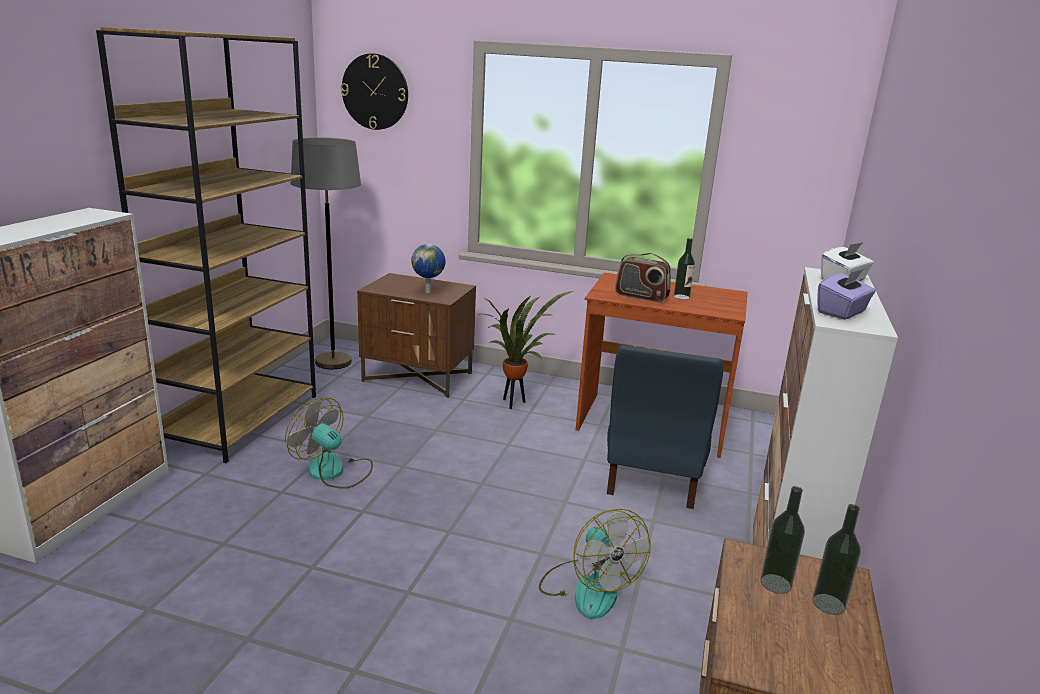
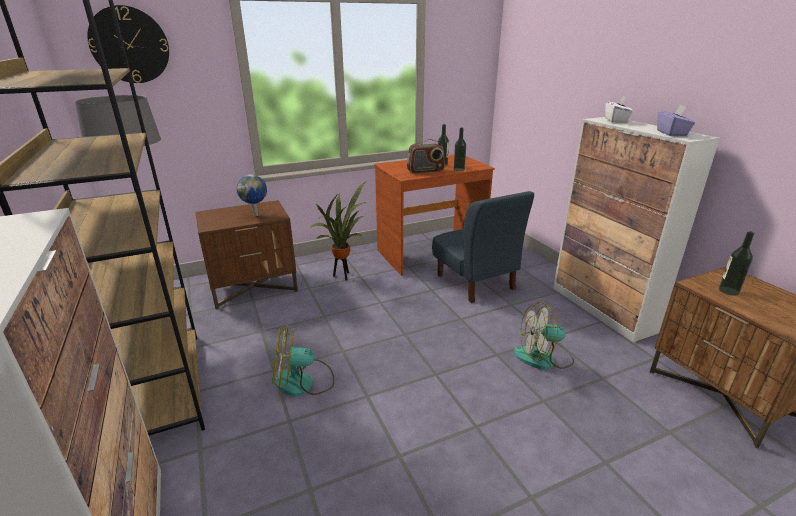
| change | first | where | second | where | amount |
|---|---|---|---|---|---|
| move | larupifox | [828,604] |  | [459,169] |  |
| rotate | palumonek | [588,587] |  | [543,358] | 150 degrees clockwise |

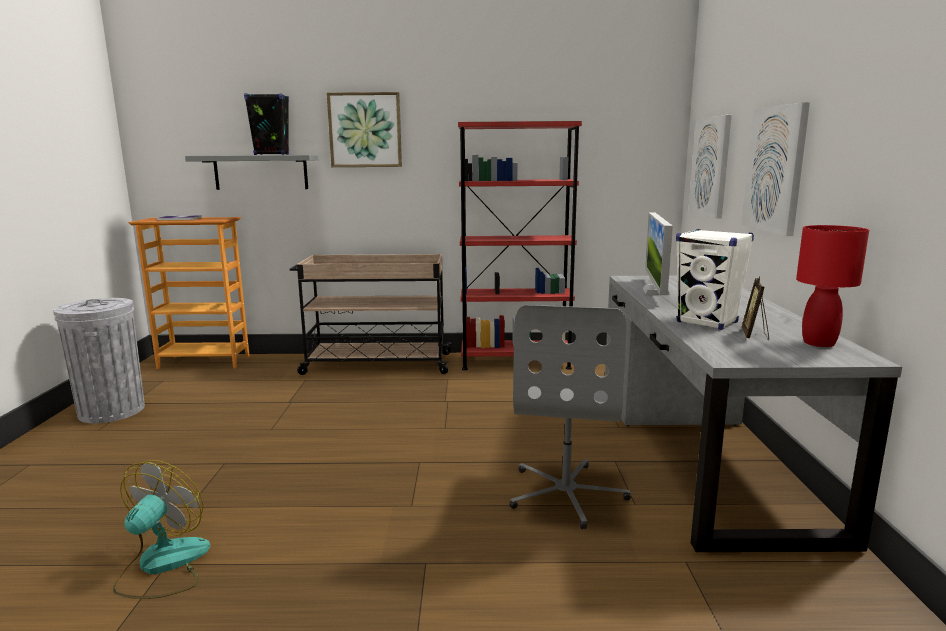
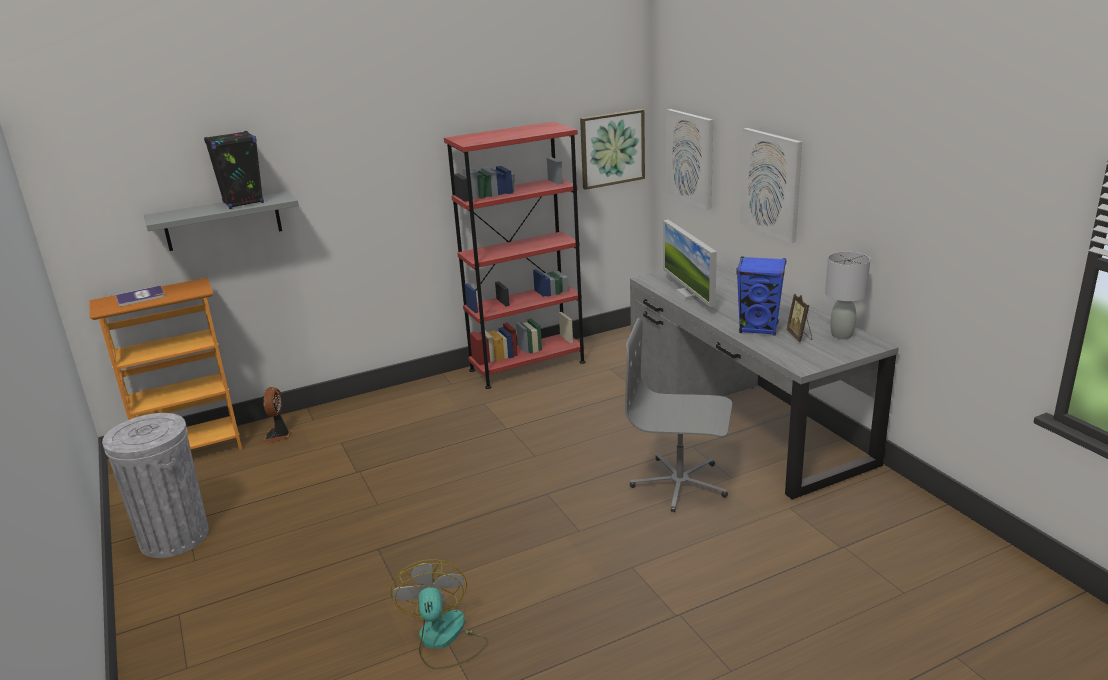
| change | first | where | second | where | amount |
|---|---|---|---|---|---|
| move | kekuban | [365,130] |  | [612,148] |  |
| recolor | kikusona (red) | [819,343] | kikusona (grey) | [842,335] |  |
| recolor | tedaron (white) | [707,322] | tedaron (blue) | [759,328] |  |
| delete | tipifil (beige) | [375,364] |  |  |  |
| rotate | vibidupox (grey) | [566,493] |  | [680,484] | 120 degrees clockwise |
| insert |  |  | palumonek | [278,436] |  |

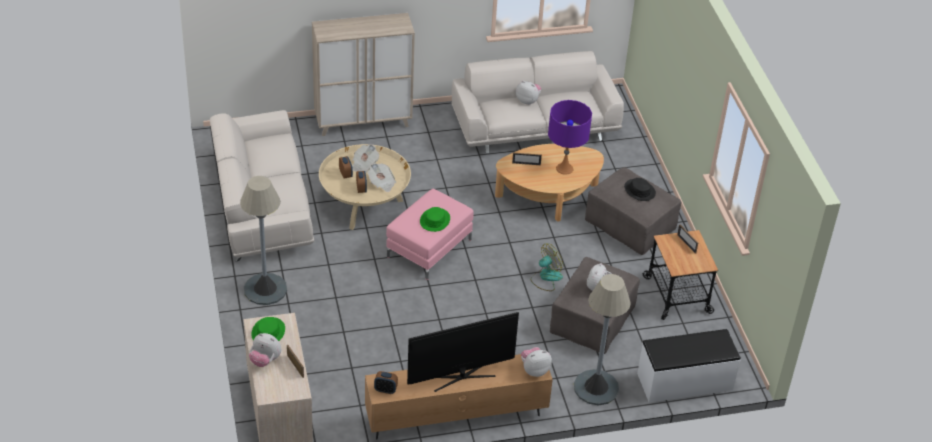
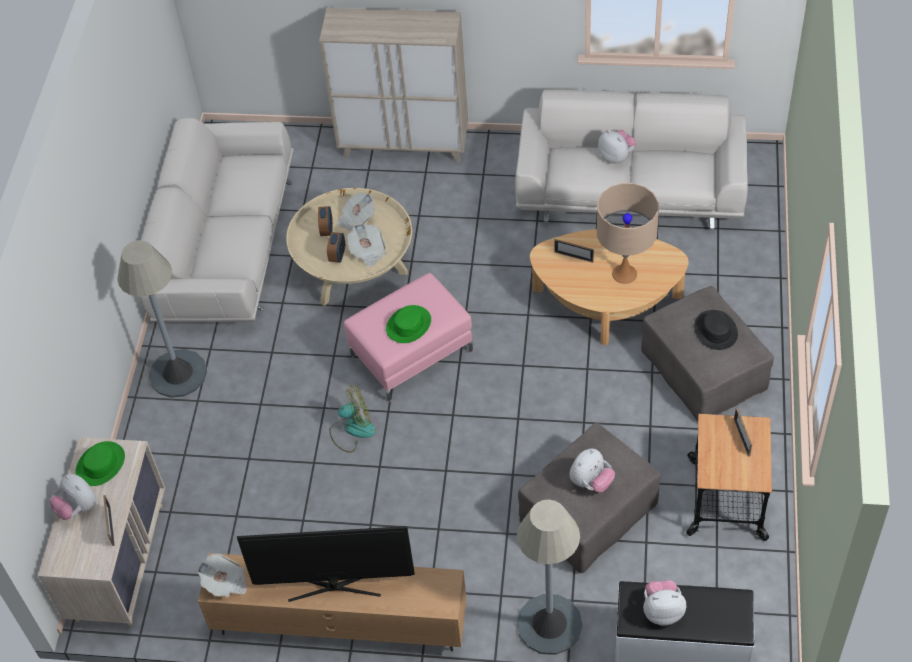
| change | first | where | second | where | amount |
|---|---|---|---|---|---|
| recolor | kikusona (purple) | [564,168] | kikusona (beige) | [624,274] |  |
| move | palumonek | [546,277] |  | [352,430] |  |
| move | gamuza | [534,370] |  | [662,611] |  |
| replace | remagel | [385,390] | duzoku | [225,583] |  |

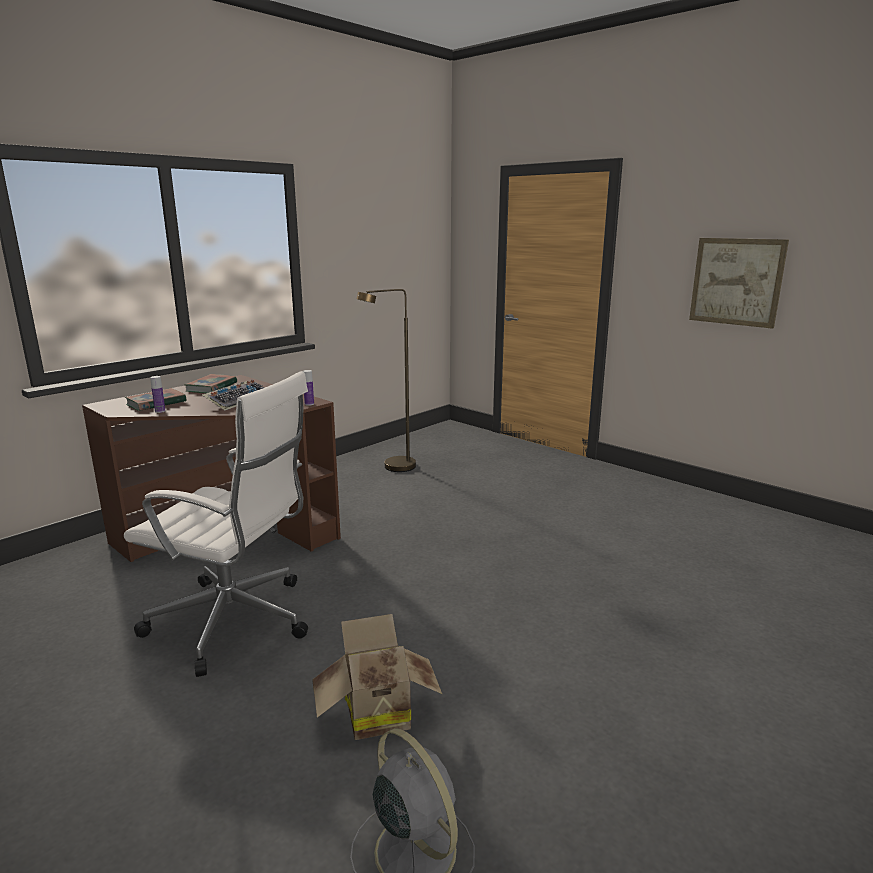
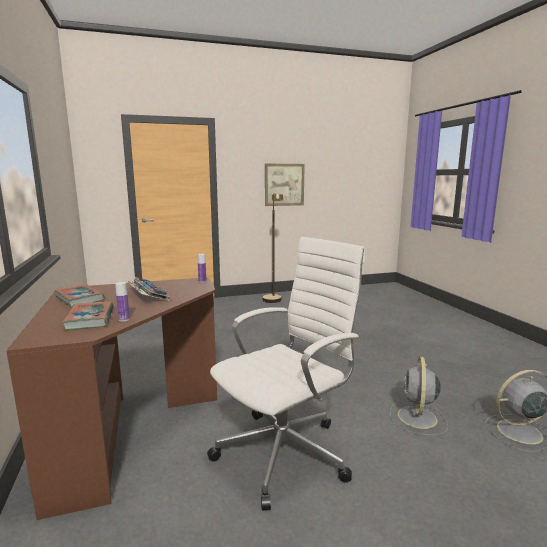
| change | first | where | second | where | amount |
|---|---|---|---|---|---|
| move | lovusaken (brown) | [393,468] |  | [273,301] |  |
| replace | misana | [375,712] | palumonek (grey) | [417,418] |  |

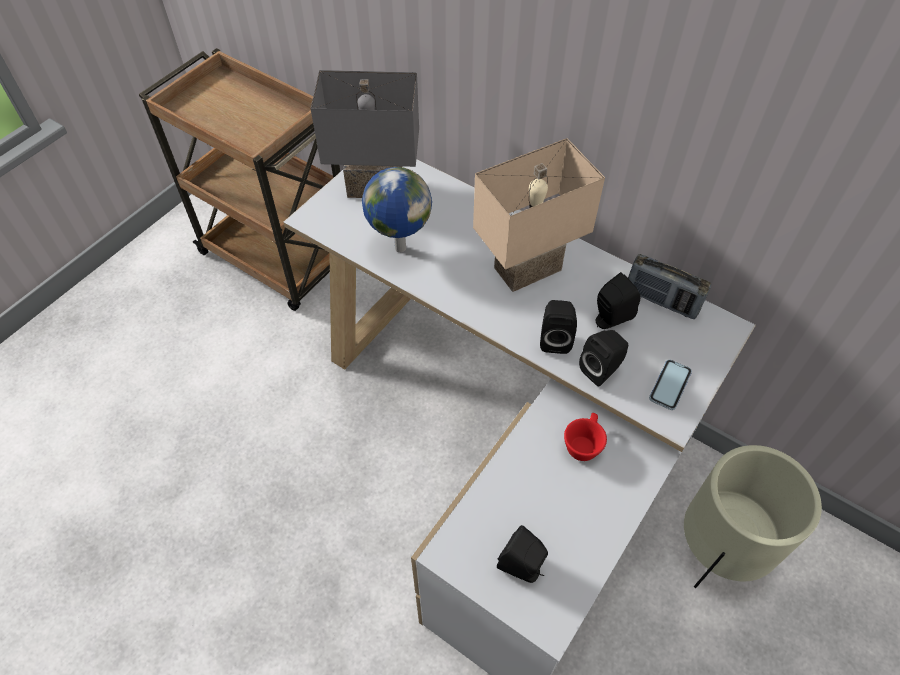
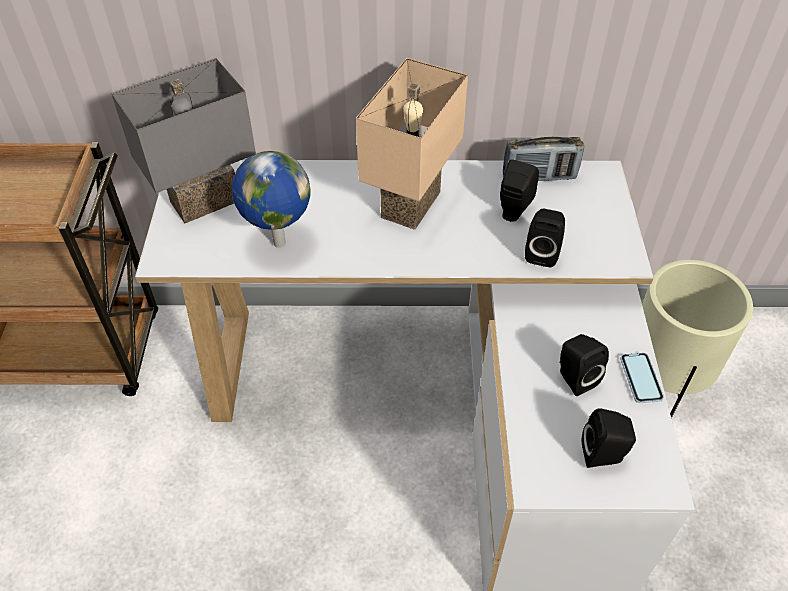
| change | first | where | second | where | amount |
|---|---|---|---|---|---|
| move | tedaron (black) | [555,339] |  | [574,378] |  |
| move | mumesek | [670,385] |  | [640,379] |  |
| delete | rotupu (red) | [583,443] |  |  |  |

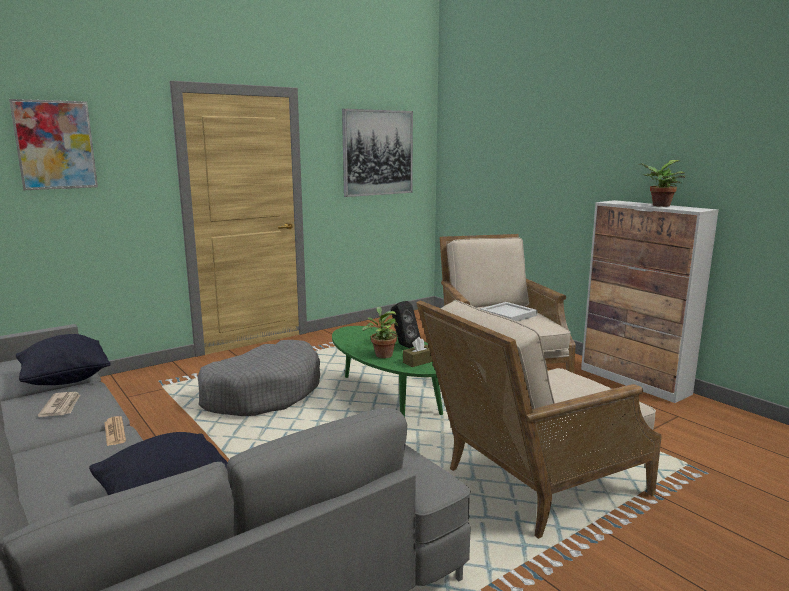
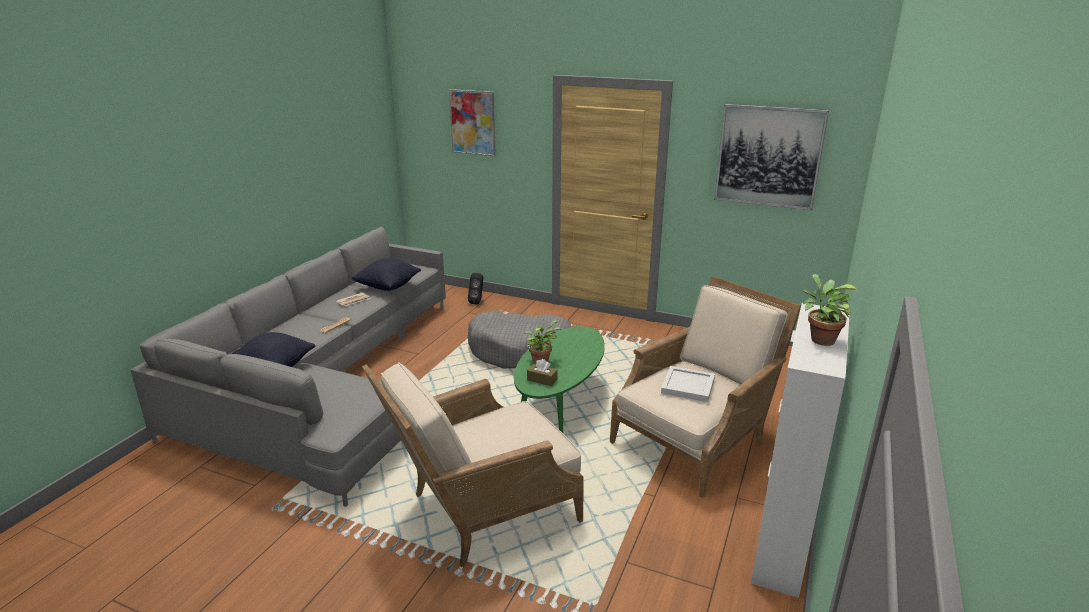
| change | first | where | second | where | amount |
|---|---|---|---|---|---|
| rotate | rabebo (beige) | [532,485] |  | [481,511] | 60 degrees counterclockwise |
| move | tedaron (black) | [403,345] |  | [477,301] |  |

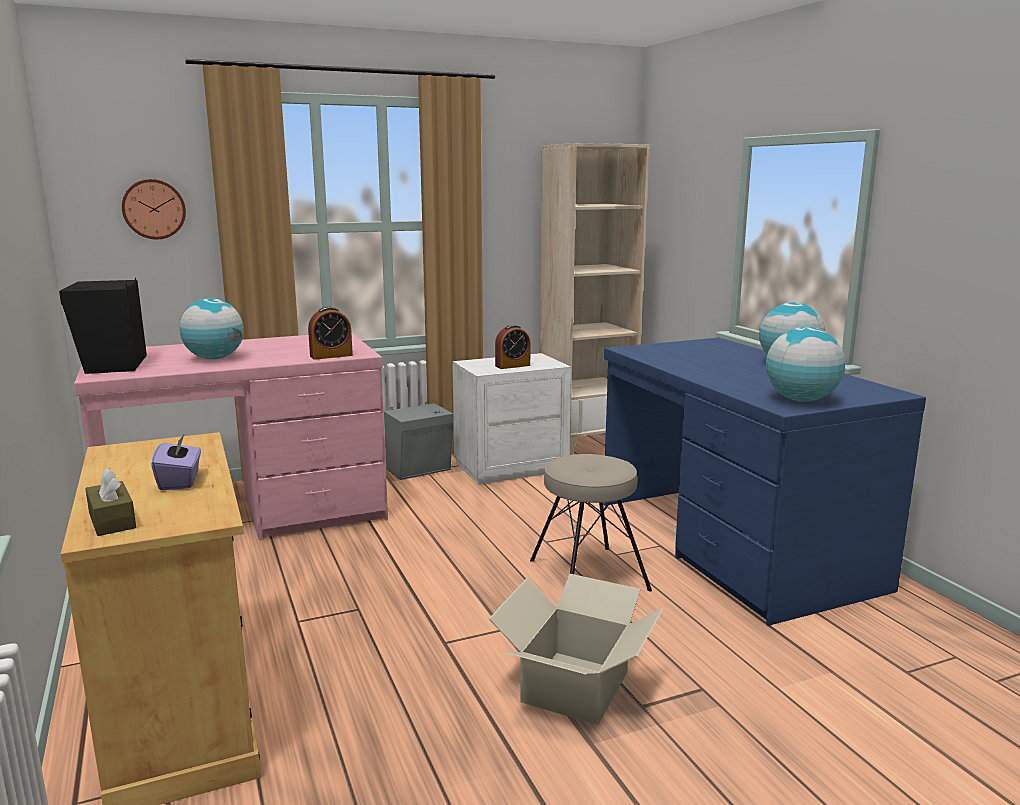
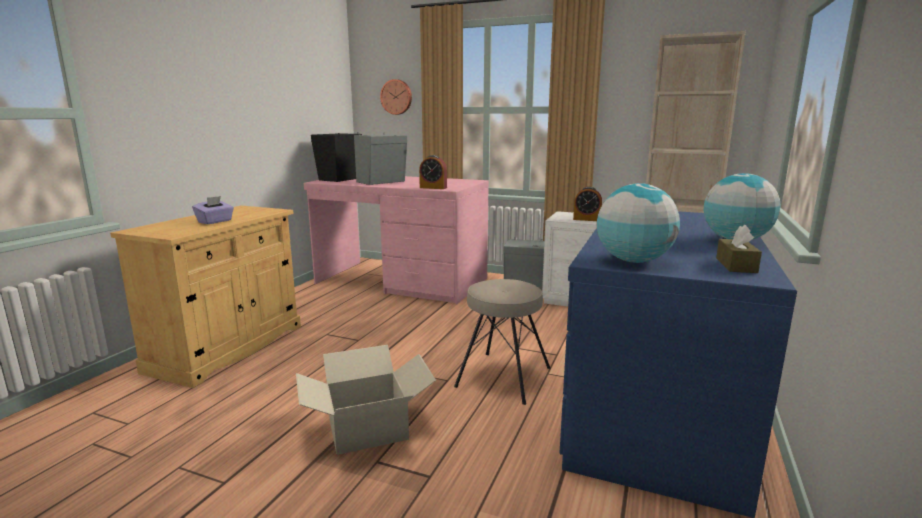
| change | first | where | second | where | amount |
|---|---|---|---|---|---|
| replace | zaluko | [214,358] | tedaron (grey) | [382,182] |  |
| move | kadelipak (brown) | [112,520] |  | [736,265] |  |

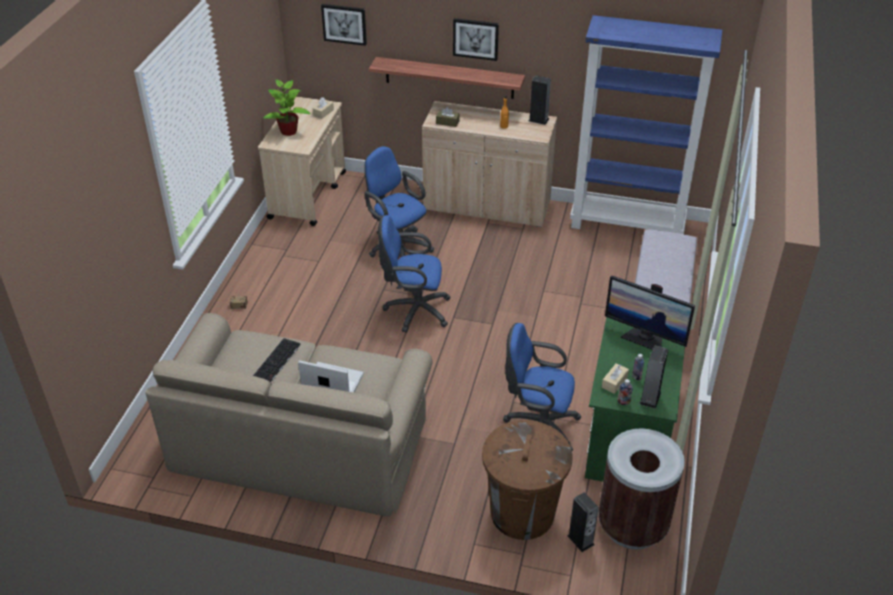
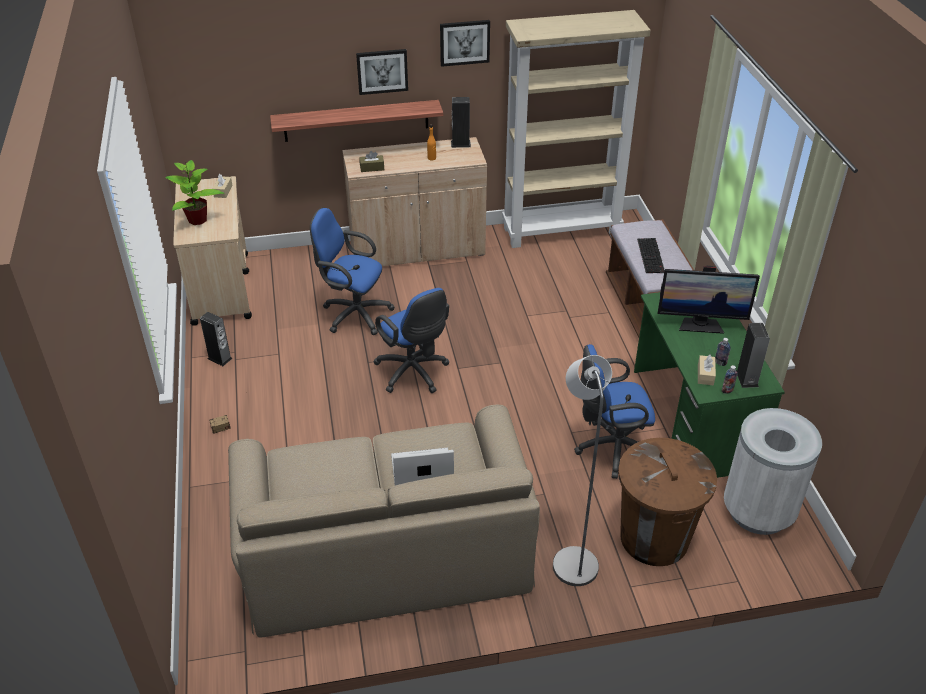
| change | first | where | second | where | amount |
|---|---|---|---|---|---|
| move | kekuban | [344,24] |  | [464,42] |  |
| recolor | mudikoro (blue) | [628,224] | mudikoro (beige) | [562,230] |  |
| rotate | vibidupox (blue) | [414,310] |  | [414,374] | 105 degrees counterclockwise |
| move | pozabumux | [276,362] |  | [651,256] |  |
| recolor | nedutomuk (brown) | [632,526] | nedutomuk (white) | [758,511] |  |
| move | tedaron | [580,540] |  | [219,358] |  |
| insert |  |  | lovusaken (grey) | [572,559] |  |

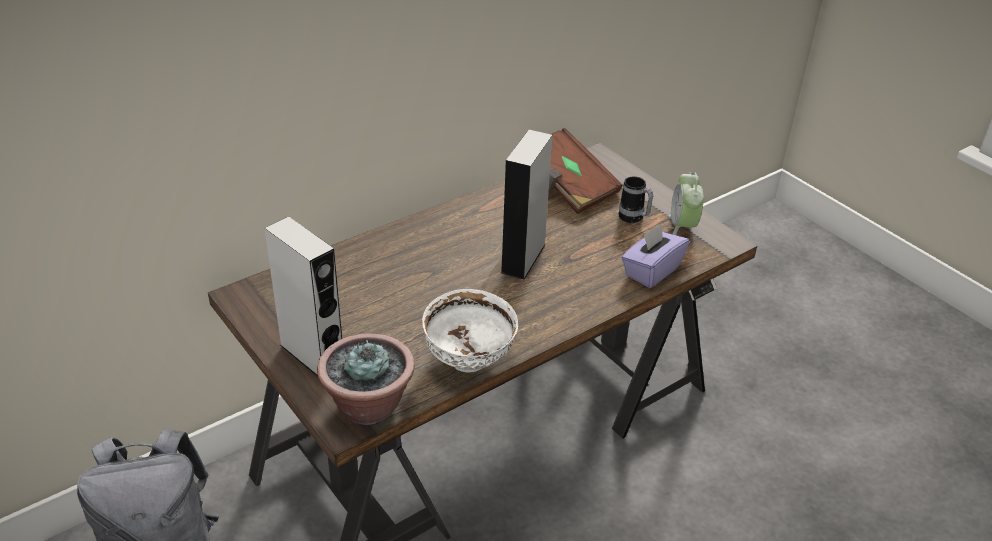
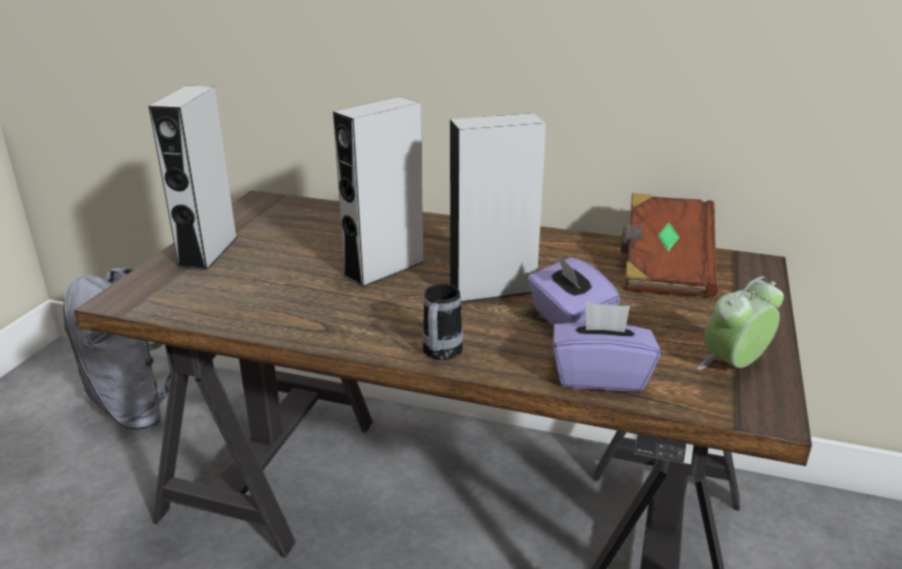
| change | first | where | second | where | amount |
|---|---|---|---|---|---|
| move | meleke | [634,219] |  | [440,354] |  |
| delete | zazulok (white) | [470,360] |  |  |  |
| delete | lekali | [368,406] |  |  |  |
| insert |  |  | tedaron (grey) | [384,269] |  |
| insert |  |  | kadelipak (purple) | [568,321] |  |

